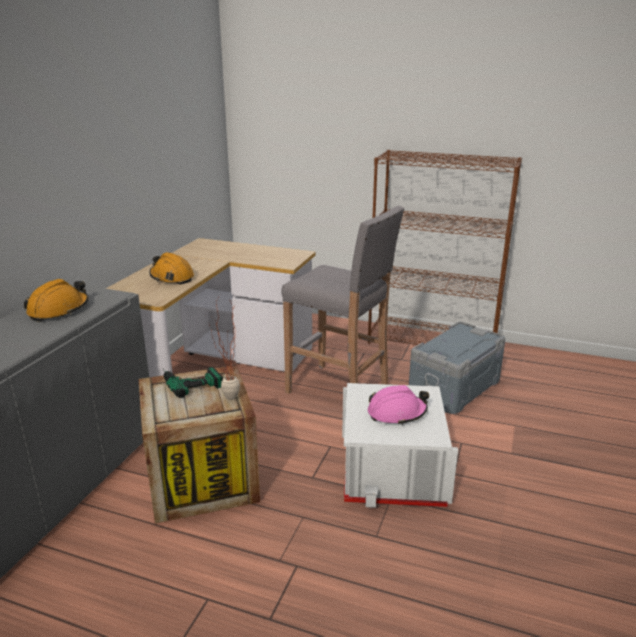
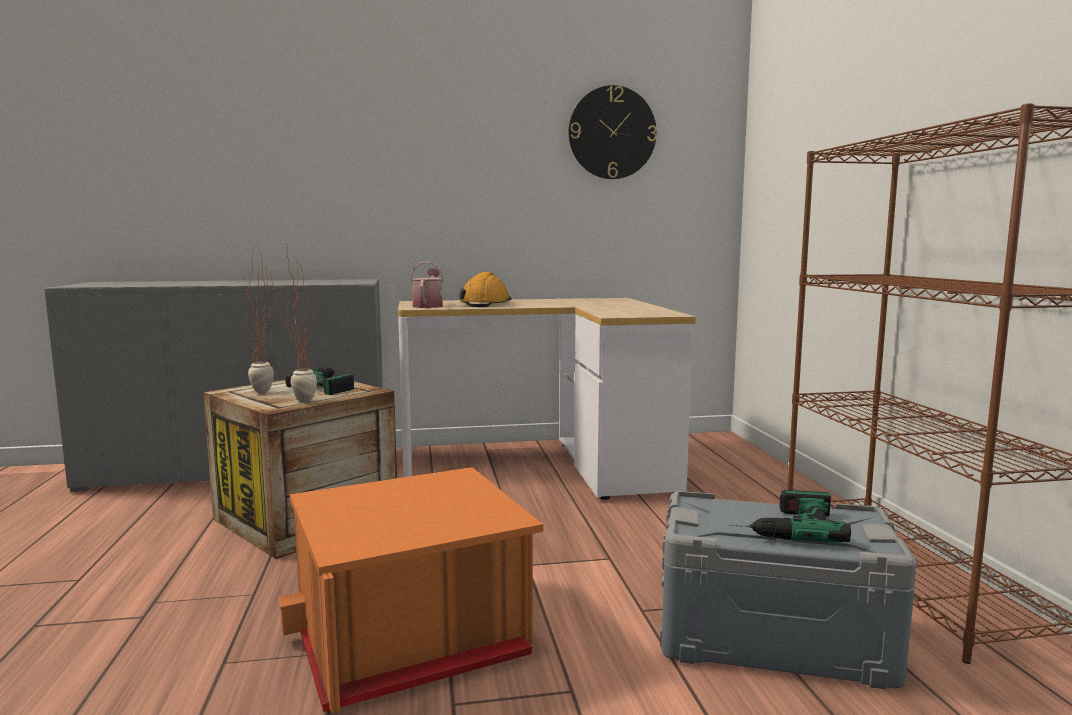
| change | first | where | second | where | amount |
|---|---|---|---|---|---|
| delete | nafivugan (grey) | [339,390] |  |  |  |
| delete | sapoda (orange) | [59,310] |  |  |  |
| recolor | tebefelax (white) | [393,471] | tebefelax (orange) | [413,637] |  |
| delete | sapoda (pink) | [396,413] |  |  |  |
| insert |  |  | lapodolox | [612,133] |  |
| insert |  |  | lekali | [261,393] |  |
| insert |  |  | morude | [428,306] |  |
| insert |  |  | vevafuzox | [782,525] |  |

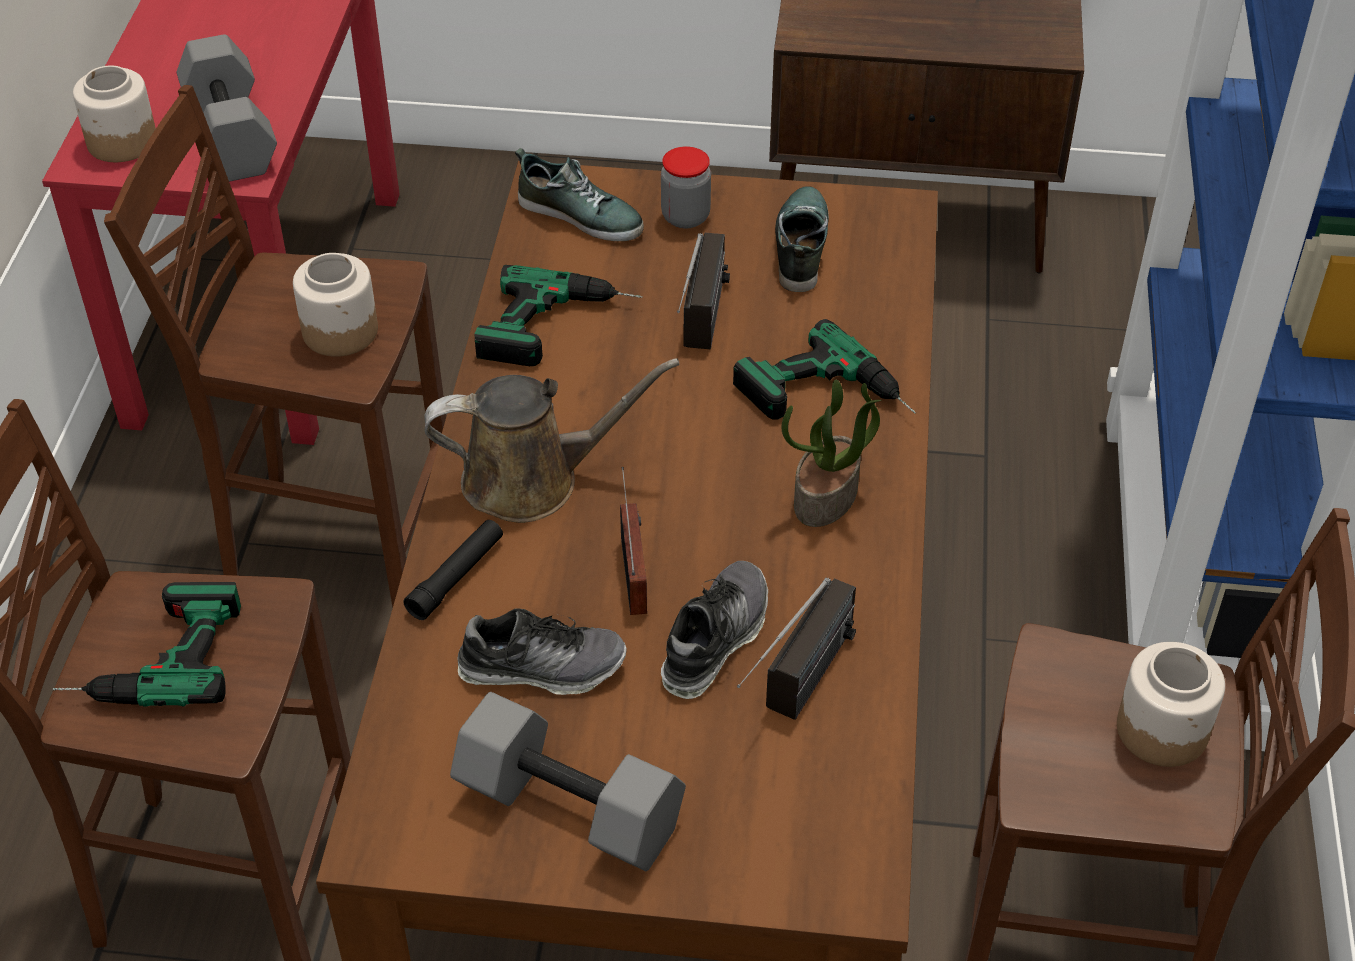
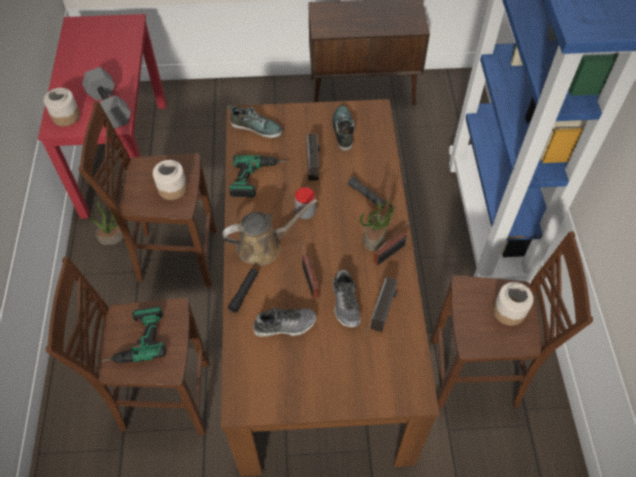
| change | first | where | second | where | amount |
|---|---|---|---|---|---|
| move | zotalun | [685,217] |  | [305,212] |  |
| replace | vevafuzox | [828,400] | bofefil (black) | [366,196] |  |
| rotate | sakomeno | [715,639] |  | [346,303] | 150 degrees clockwise |
| delete | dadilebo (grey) | [565,809] |  |  |  |
| insert |  |  | lekali | [112,237] |  |
| insert |  |  | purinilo | [391,252] |  |

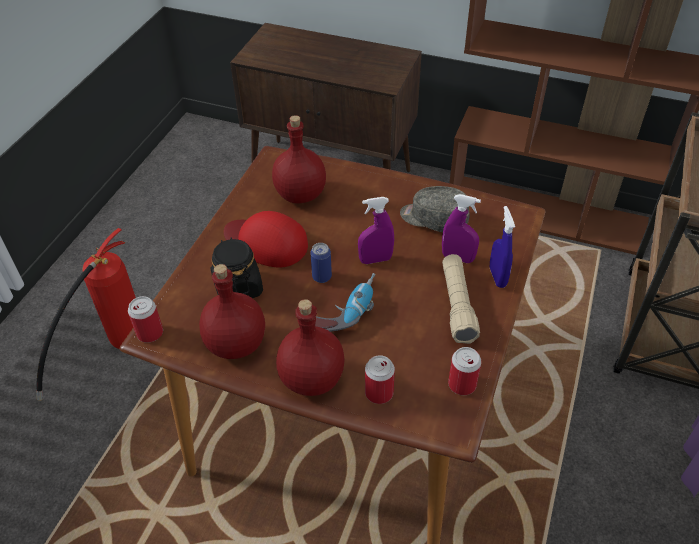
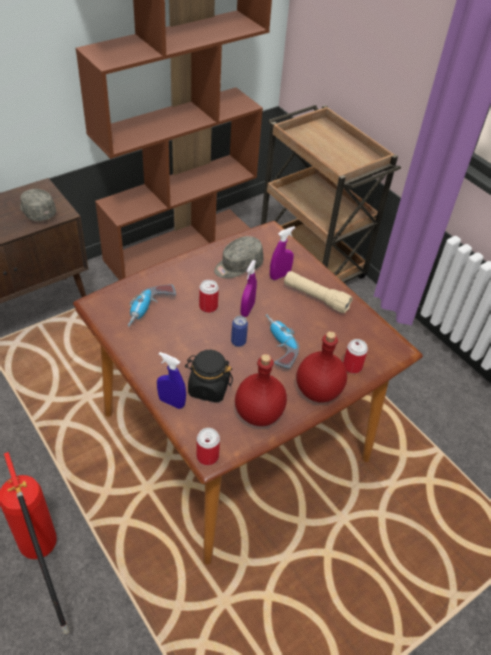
| change | first | where | second | where | amount |
|---|---|---|---|---|---|
| replace | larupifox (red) | [301,194] | vevafuzox | [150,310] |  |
| move | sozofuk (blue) | [497,277] |  | [171,402] |  |
| delete | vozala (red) | [266,242] |  |  |  |
| move | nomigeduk | [462,384] |  | [208,307] |  |
| insert |  |  | vozala (grey) | [37,211] |  |

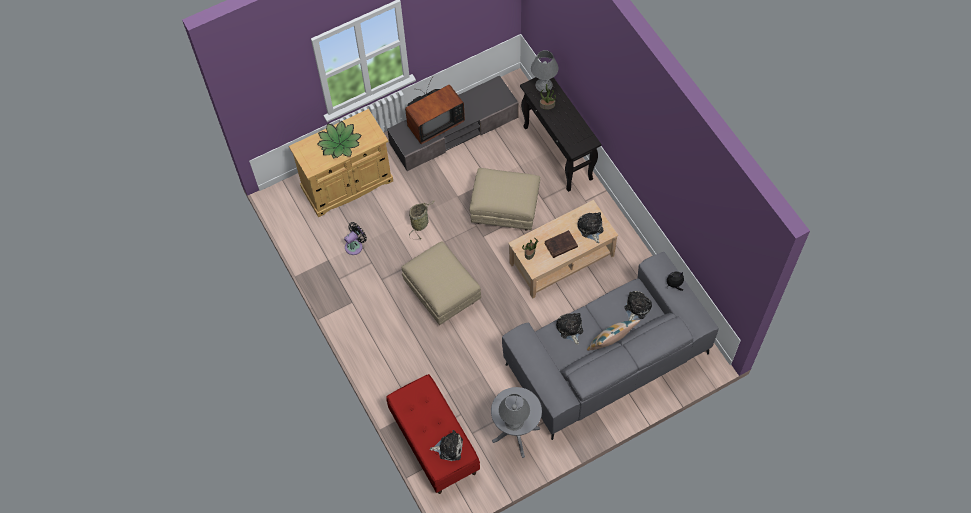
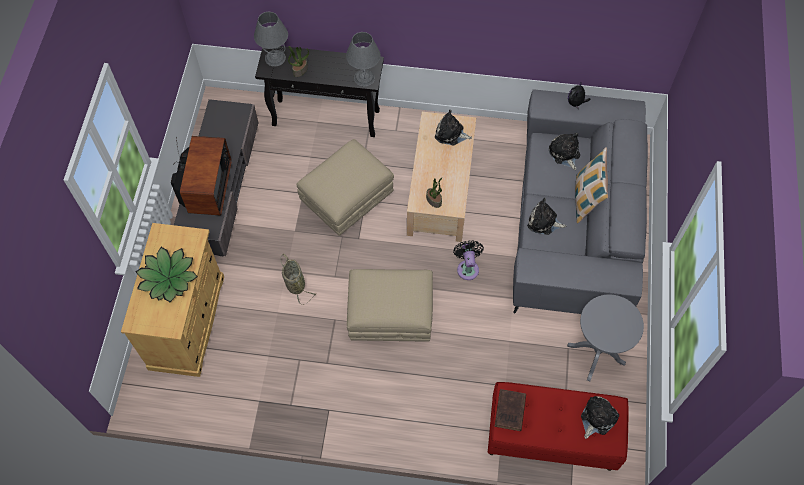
| change | first | where | second | where | amount |
|---|---|---|---|---|---|
| move | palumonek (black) | [355,246] |  | [467,267] |  |
| move | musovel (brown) | [560,245] |  | [510,412] |  |
| move | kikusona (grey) | [514,421] |  | [364,78] |  |

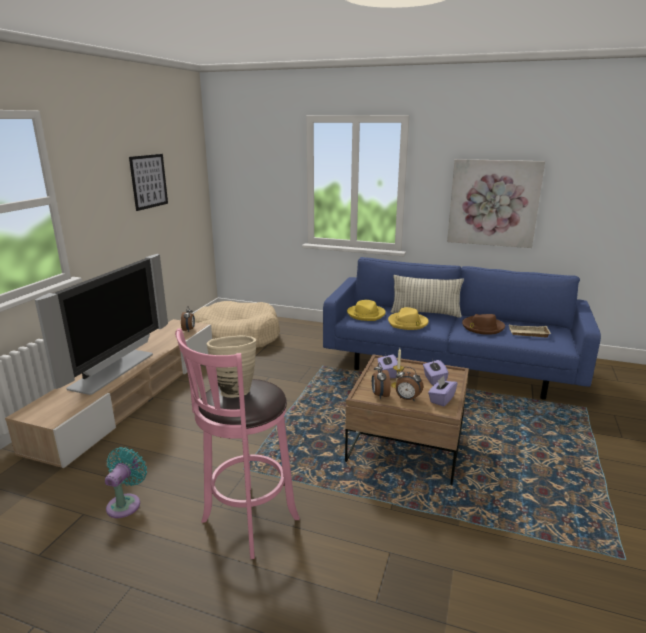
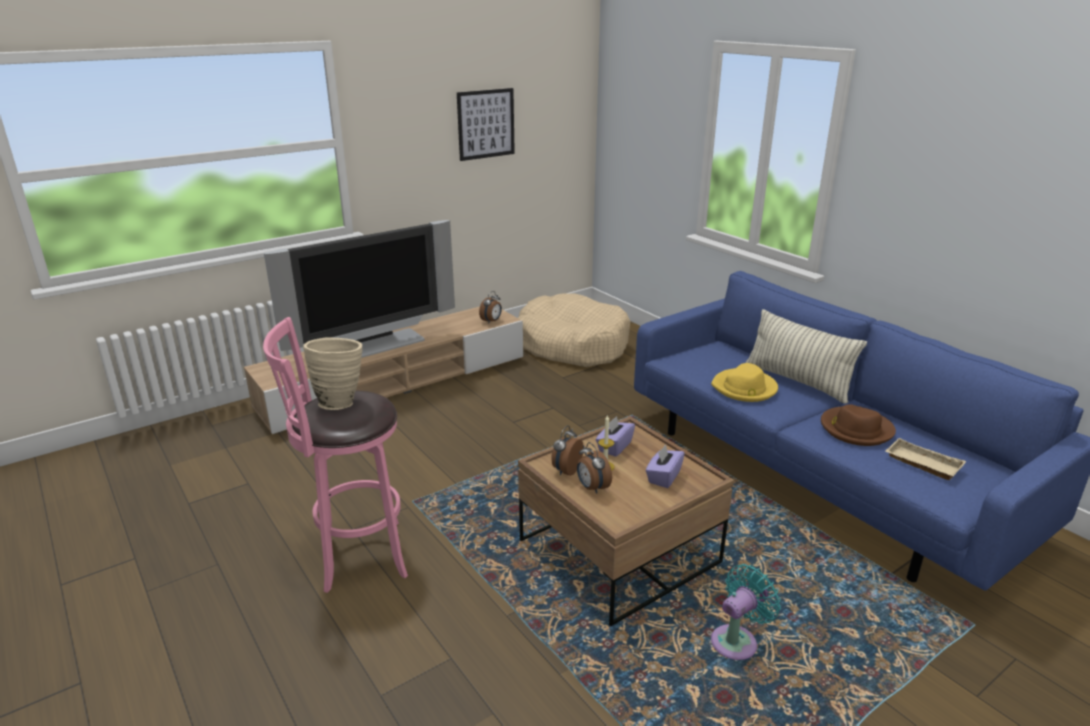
| change | first | where | second | where | amount |
|---|---|---|---|---|---|
| delete | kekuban | [493,203] |  |  |  |
| delete | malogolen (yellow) | [366,314] |  |  |  |
| delete | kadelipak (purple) | [441,399] |  |  |  |
| move | palumonek (turquoise) | [126,503] |  | [737,640] |  |

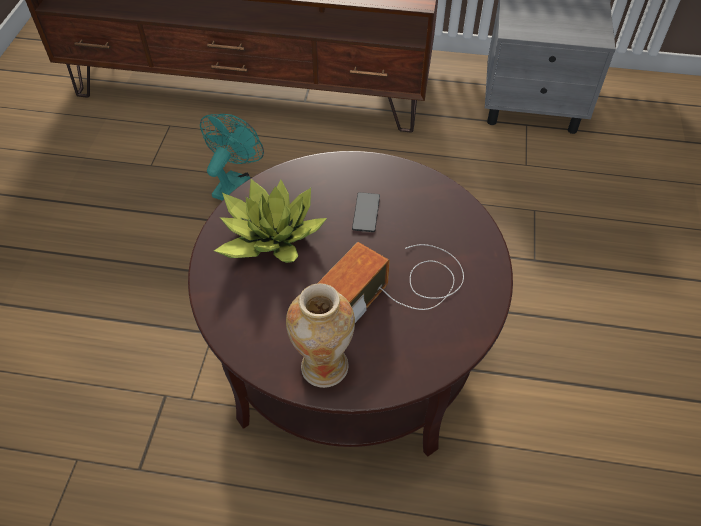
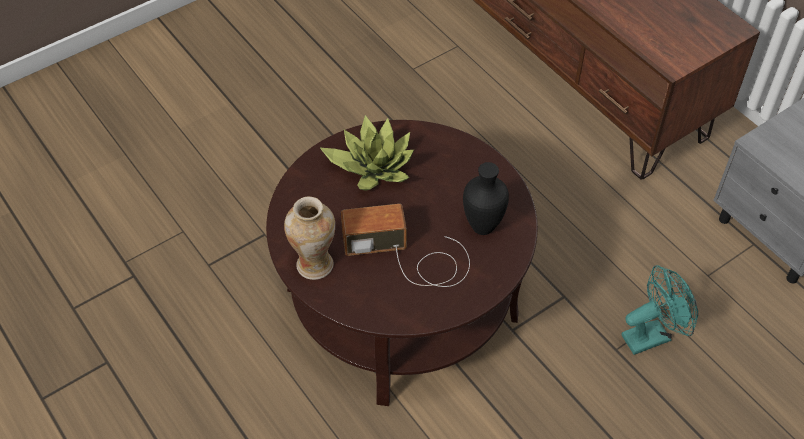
| change | first | where | second | where | amount |
|---|---|---|---|---|---|
| move | palumonek (turquoise) | [234,183] |  | [652,335] |  |
| delete | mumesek | [366,213] |  |  |  |
| insert |  |  | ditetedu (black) | [481,228] |  |

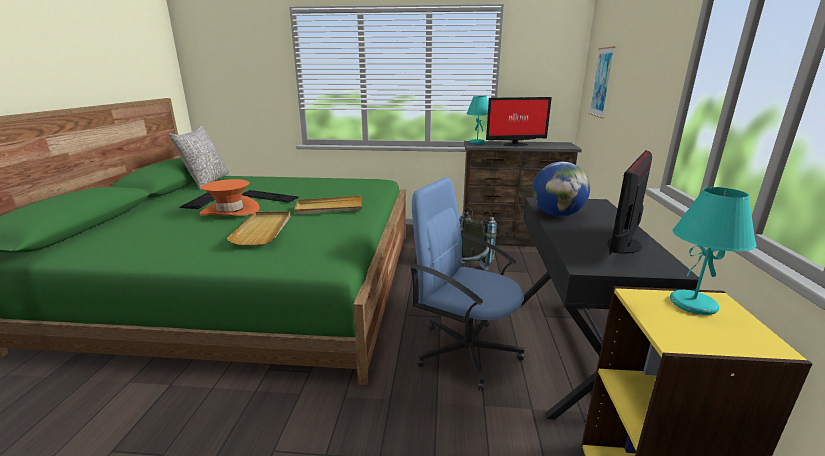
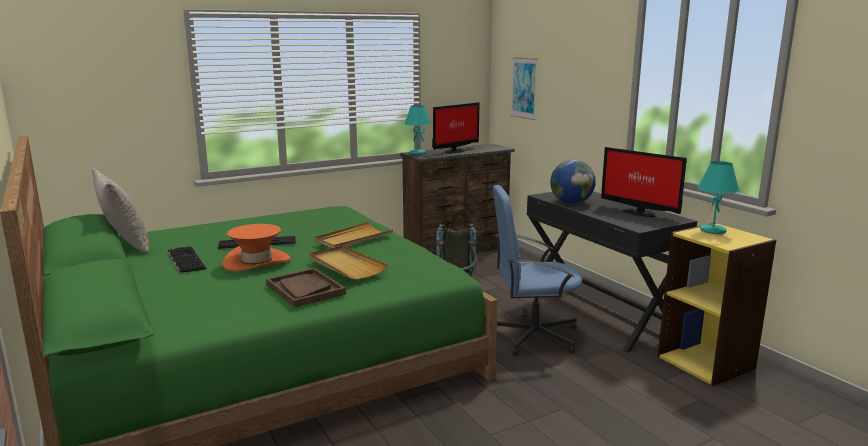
| change | first | where | second | where | amount |
|---|---|---|---|---|---|
| rotate | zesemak | [625,245] |  | [638,212] | 45 degrees counterclockwise |
| insert |  |  | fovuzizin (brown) | [305,289] |  |

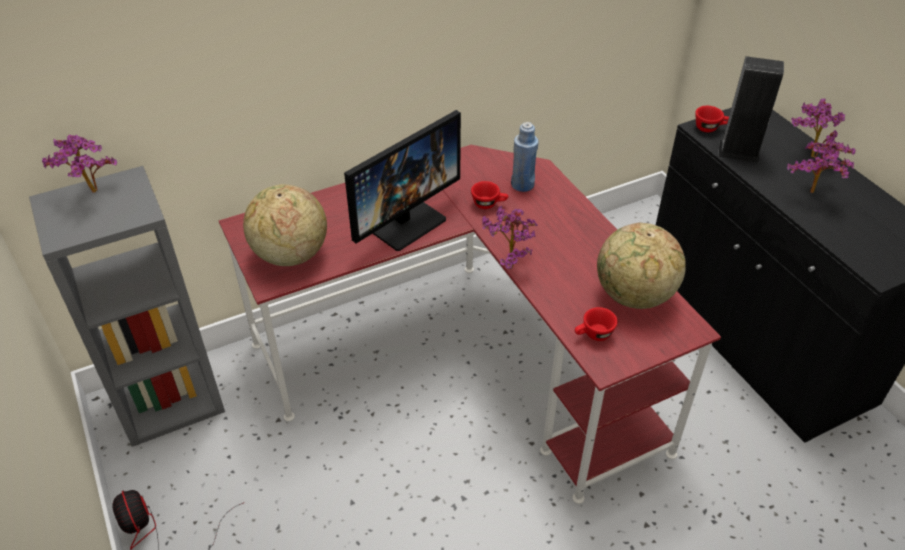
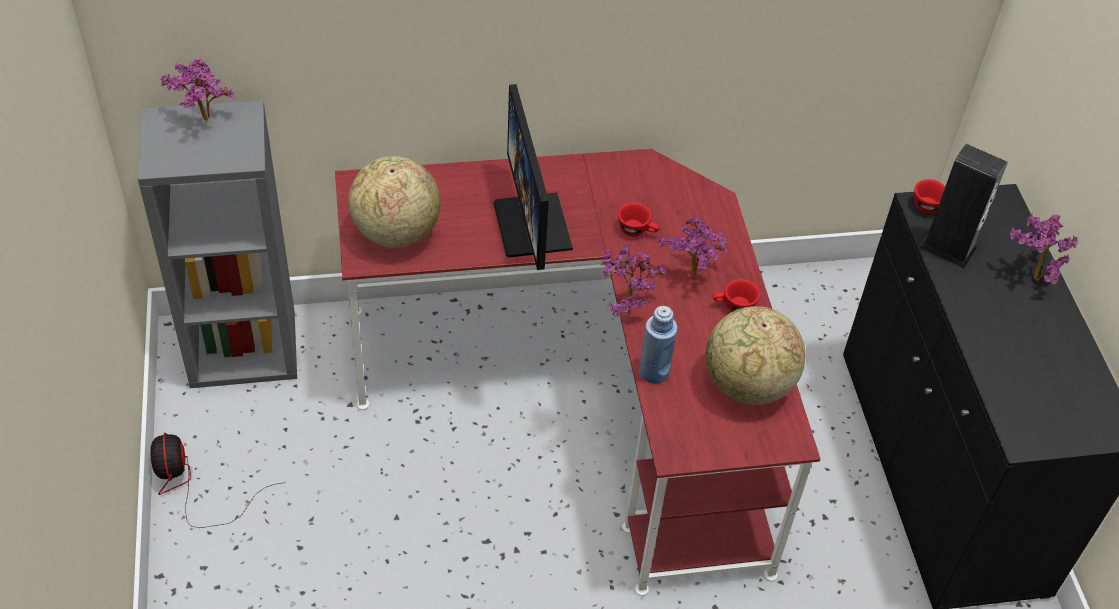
| change | first | where | second | where | amount |
|---|---|---|---|---|---|
| rotate | zesemak | [403,221] |  | [533,226] | 105 degrees clockwise |
| move | larupifox (blue) | [522,185] |  | [654,372] |  |
| move | lekali | [812,194] |  | [692,276] |  |
| move | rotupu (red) | [593,335] |  | [734,307] |  |

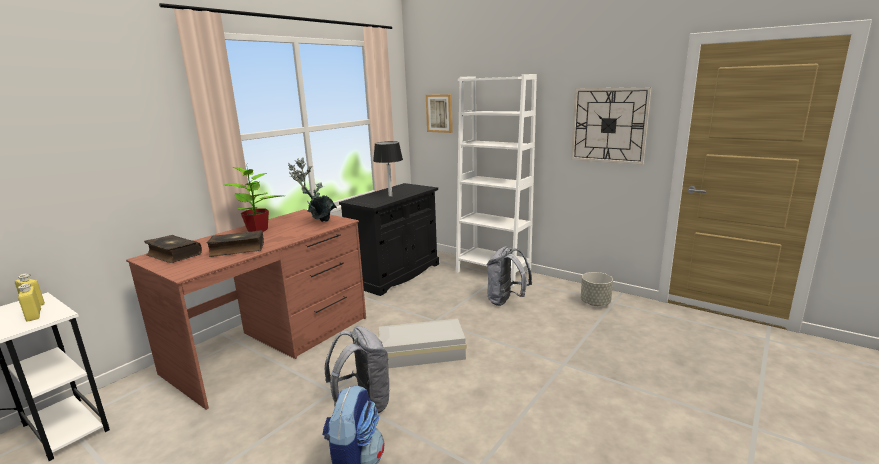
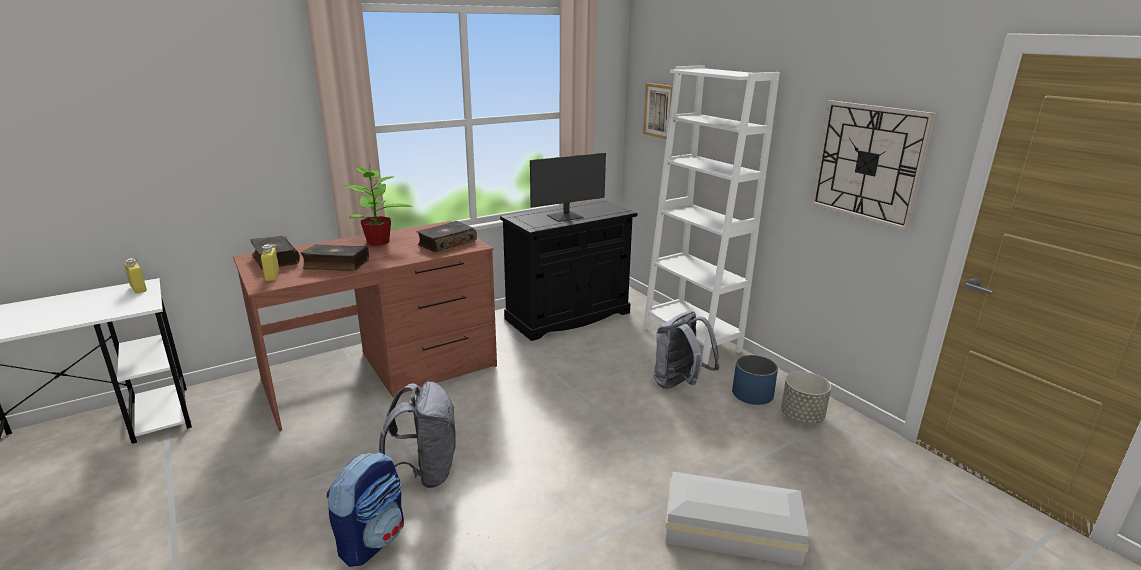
| change | first | where | second | where | amount |
|---|---|---|---|---|---|
| replace | kikusona (black) | [390,196] | zesemak | [566,217] |  |
| replace | lekali | [318,223] | musovel | [446,243] |  |
| move | larupifox (yellow) | [34,315] |  | [272,276] |  |
| move | tebefelax (white) | [423,353] |  | [734,532] |  |
| insert |  |  | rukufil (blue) | [752,395] |  |

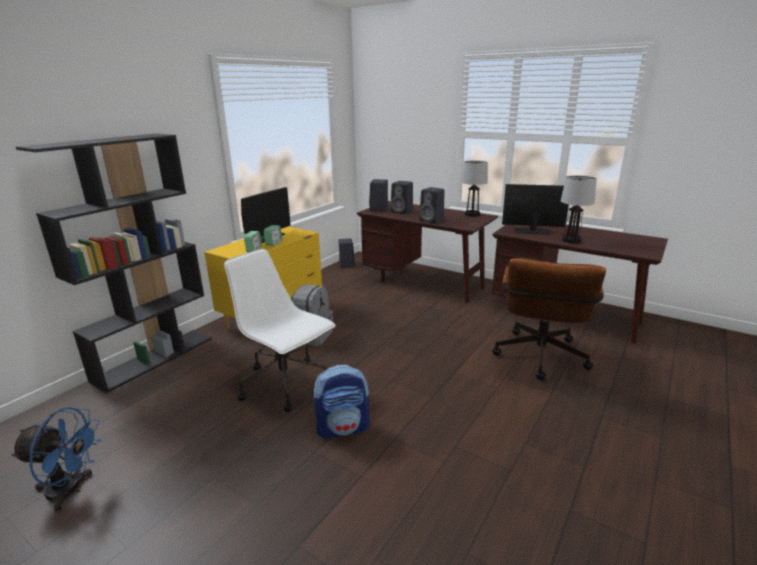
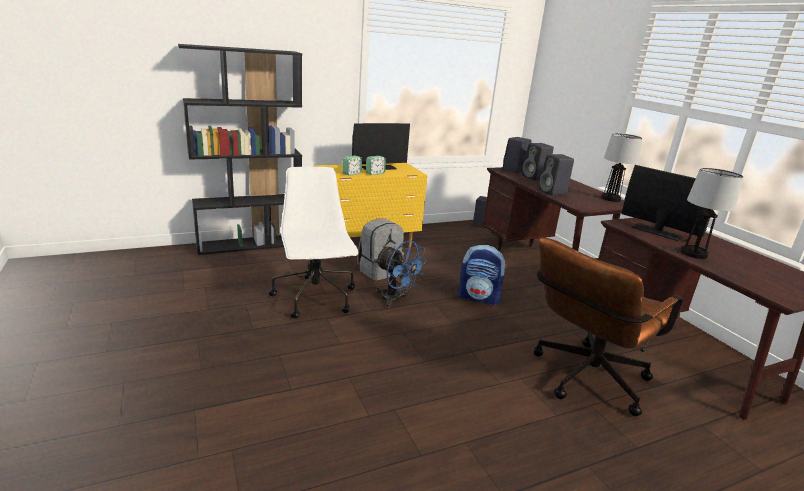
| change | first | where | second | where | amount |
|---|---|---|---|---|---|
| move | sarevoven | [343,428] |  | [479,298] |  |
| move | palumonek (blue) | [71,491] |  | [396,300] |  |

